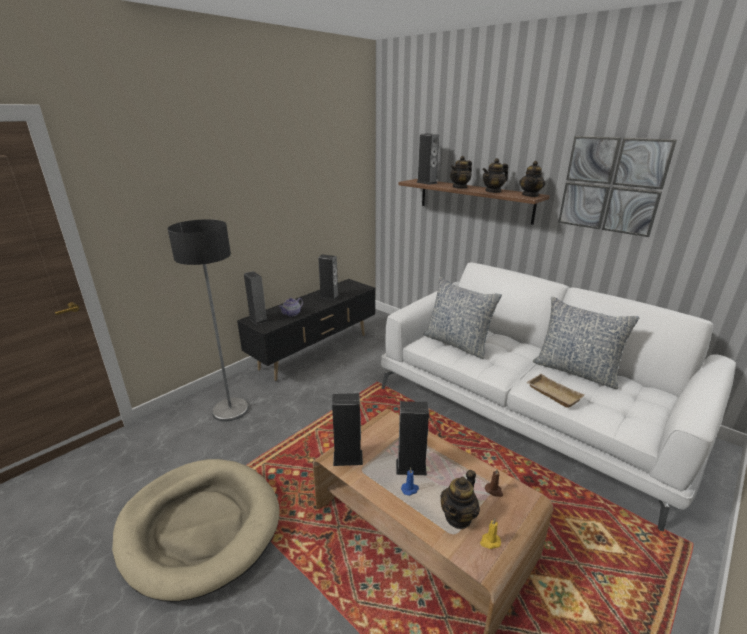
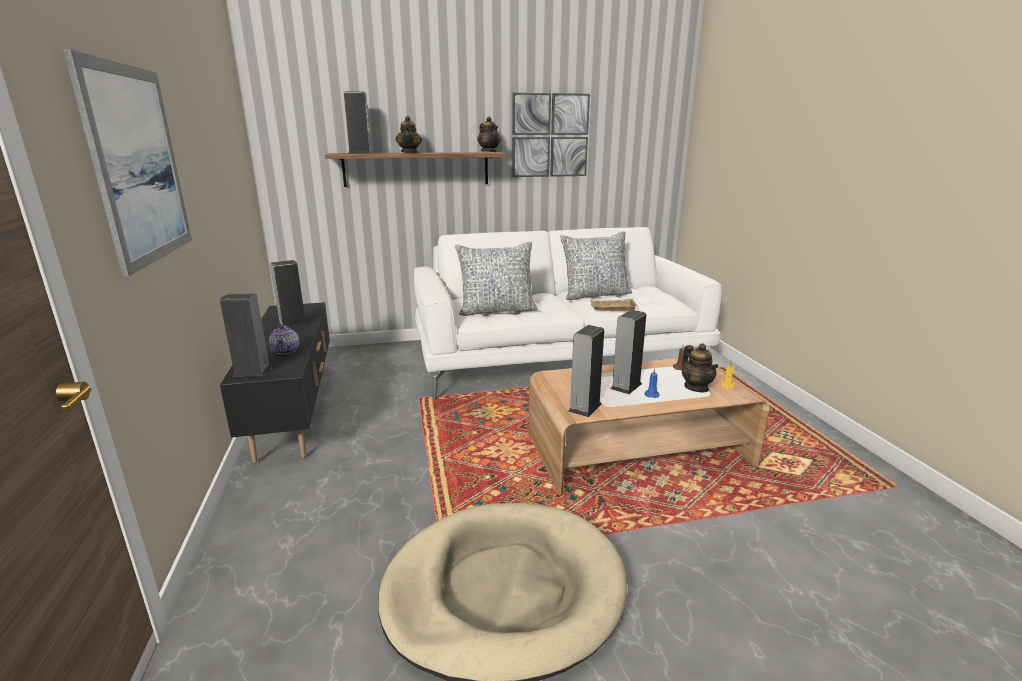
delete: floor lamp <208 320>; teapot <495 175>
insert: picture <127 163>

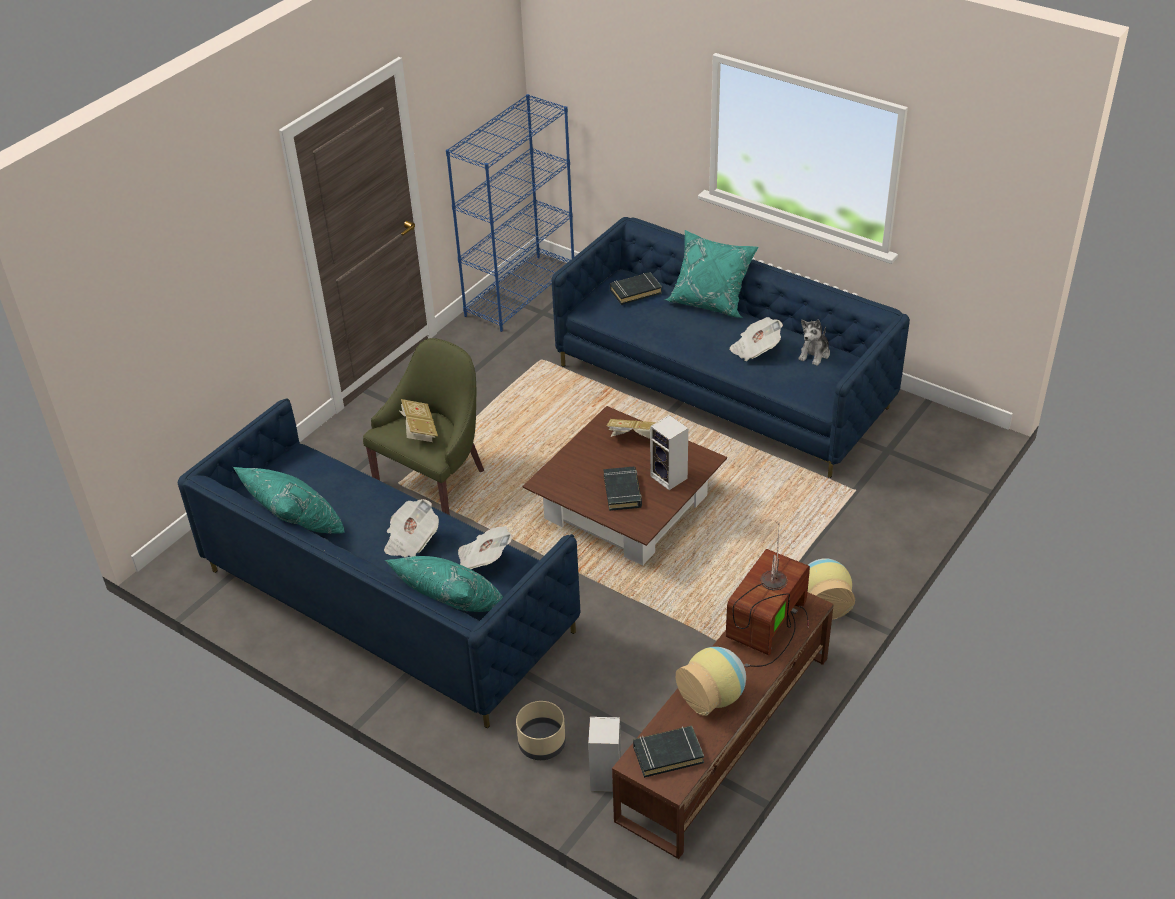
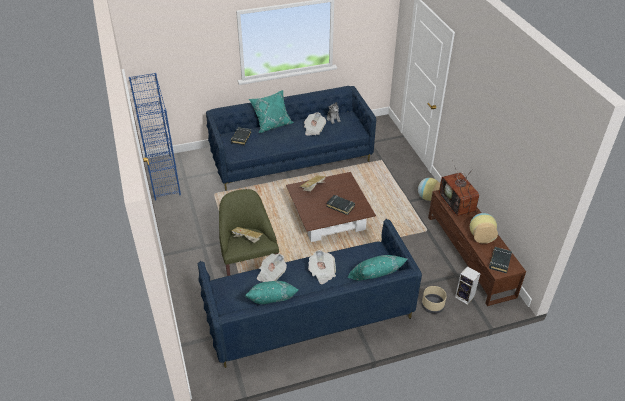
delete: speaker <669 452>
move: newspaper <485 547> to <272 268>

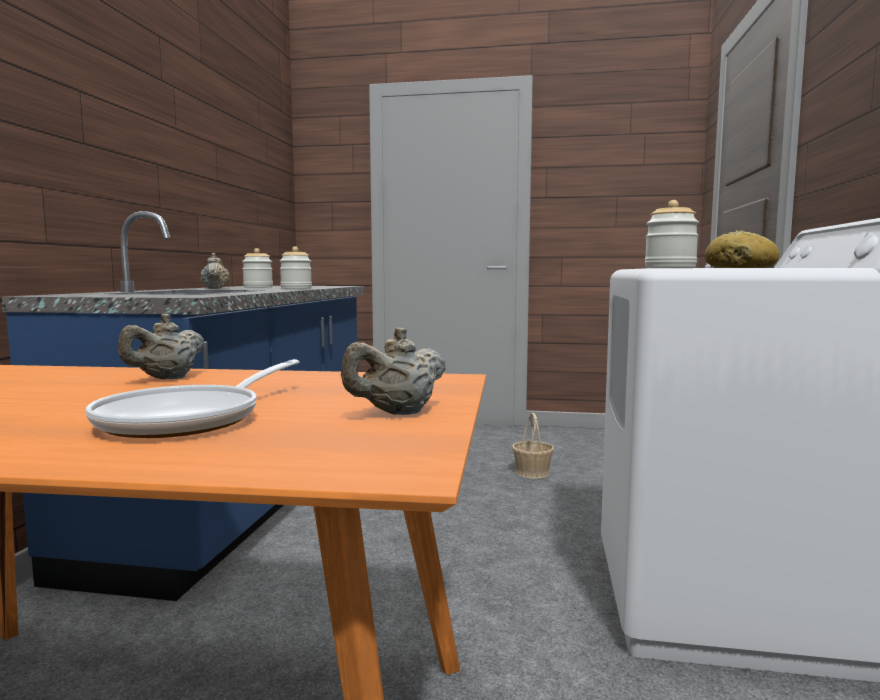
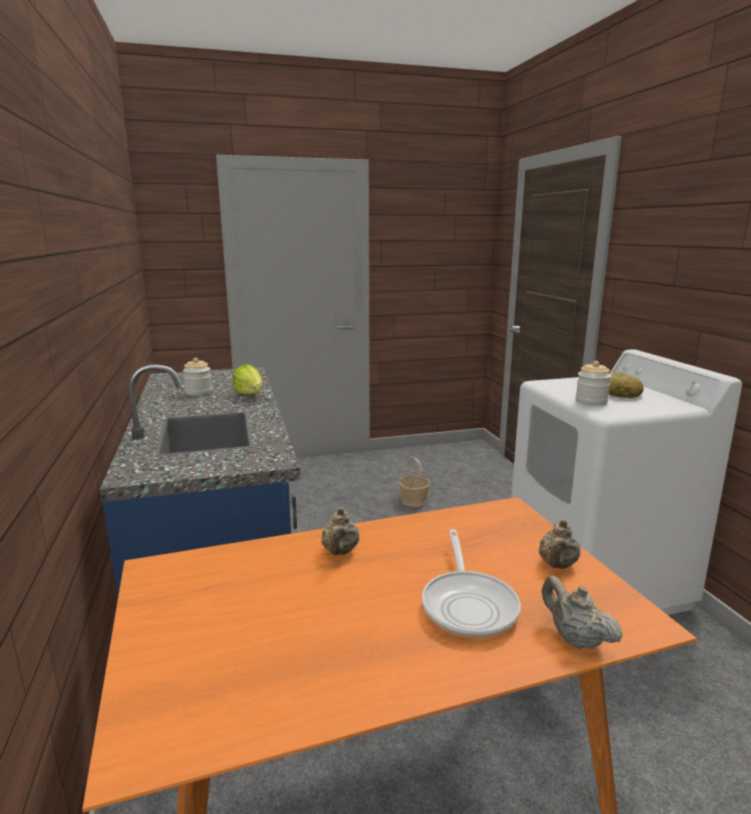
move: beige teapot <215 271> to <582 612>
replace: jar <296 267> to lettuce <247 379>

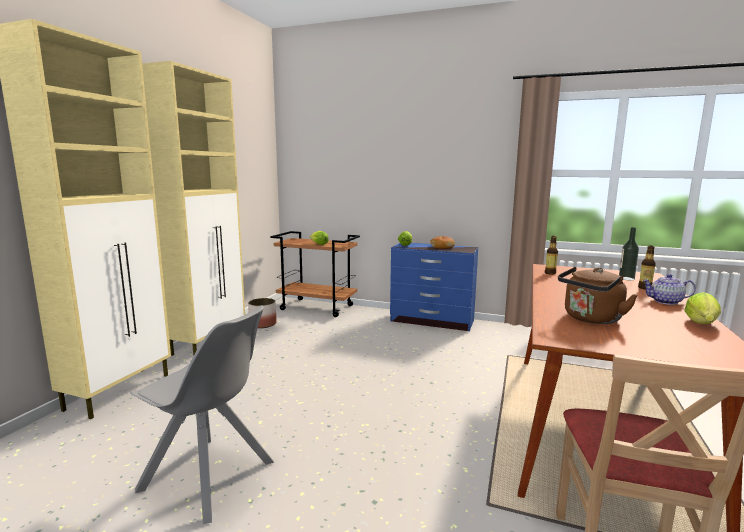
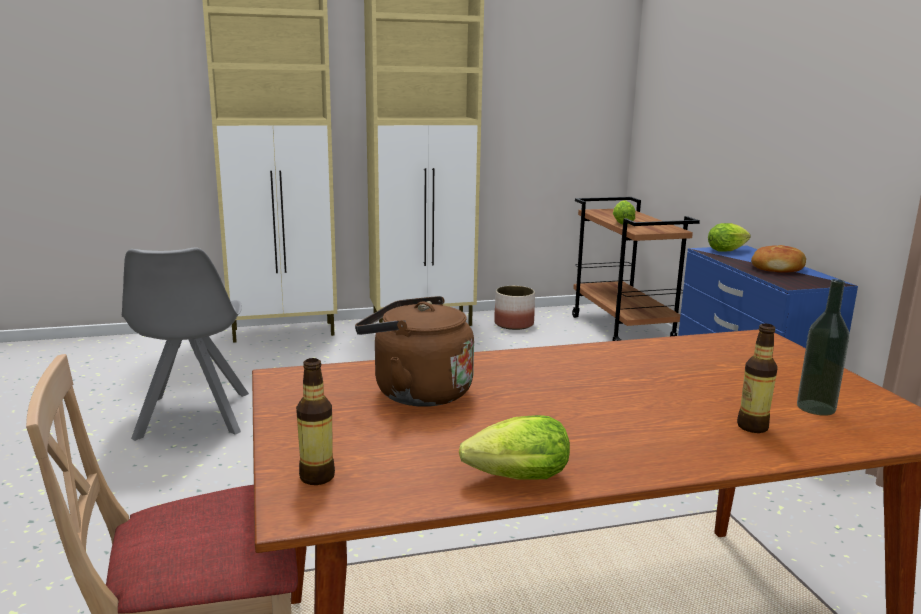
delete: teapot <669 289>
move: bottle <551 255> to <315 421>

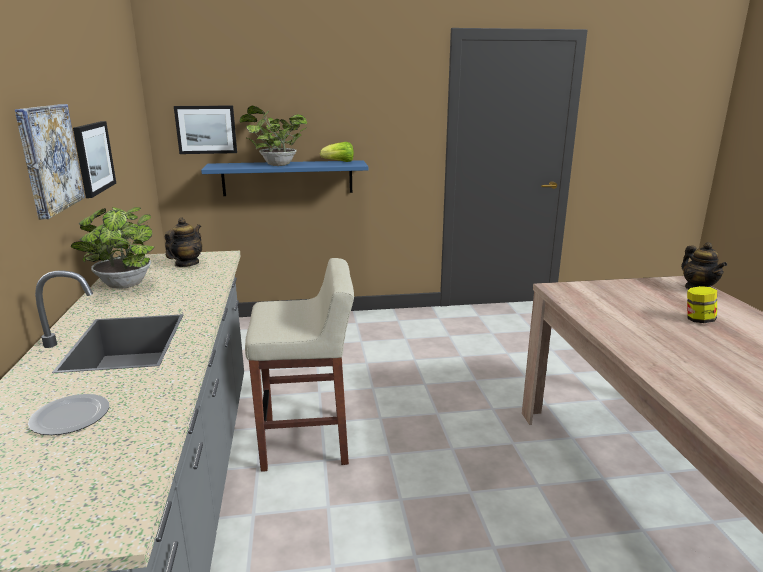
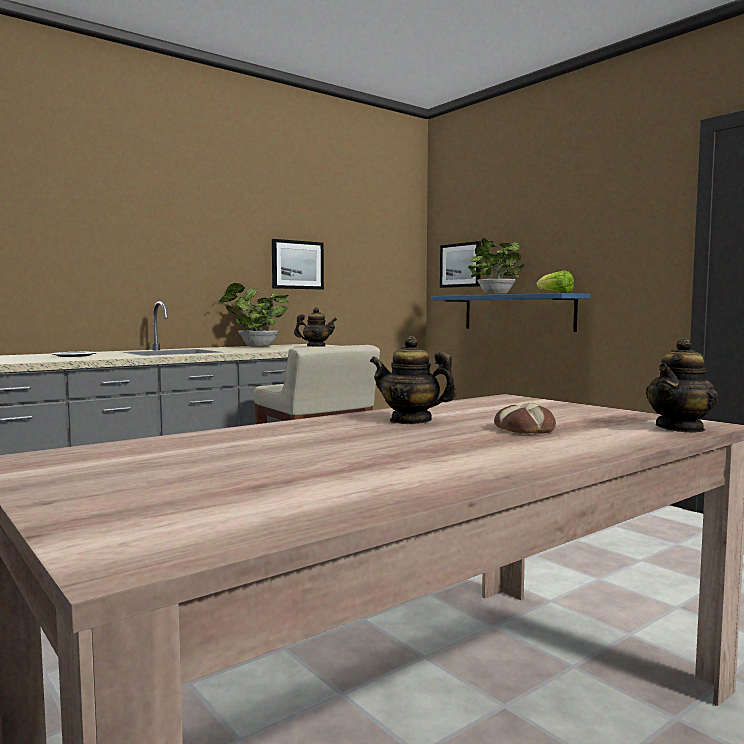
delete: picture <50 161>
insert: teapot <413 380>
replace: jar <702 304> to bread <525 418>

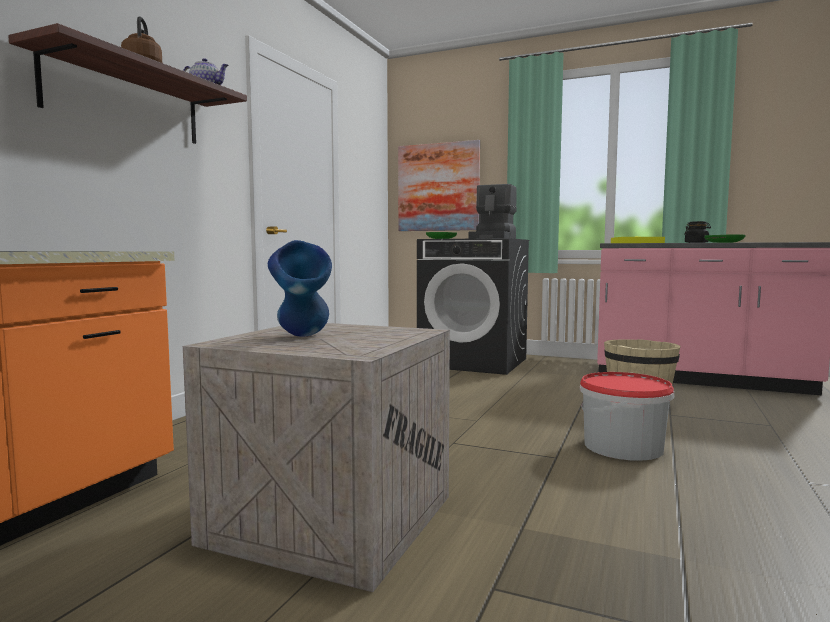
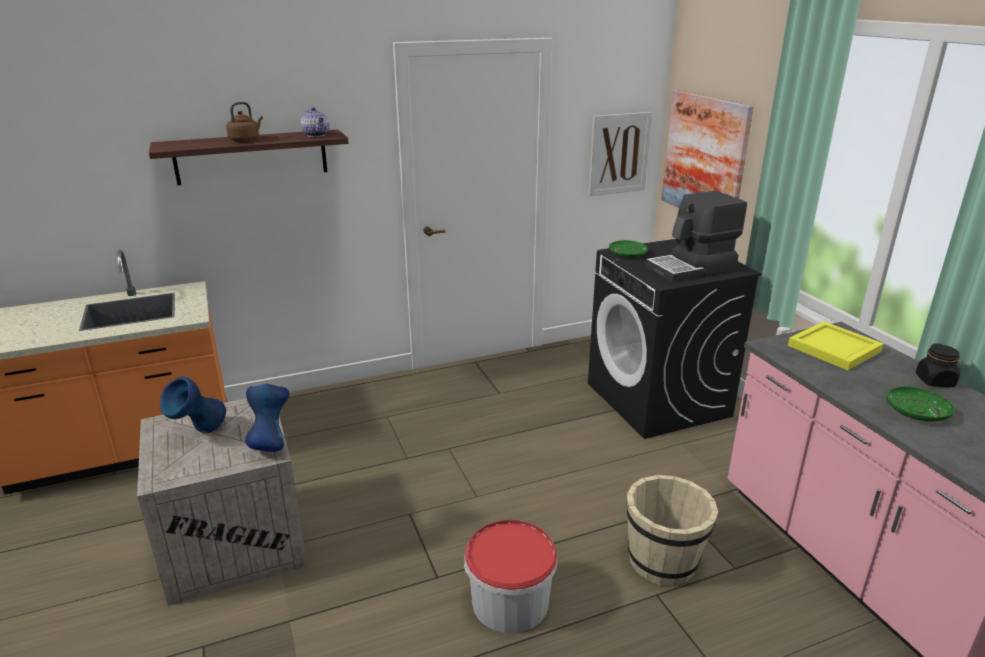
insert: blue vase <267 418>; picture <620 154>

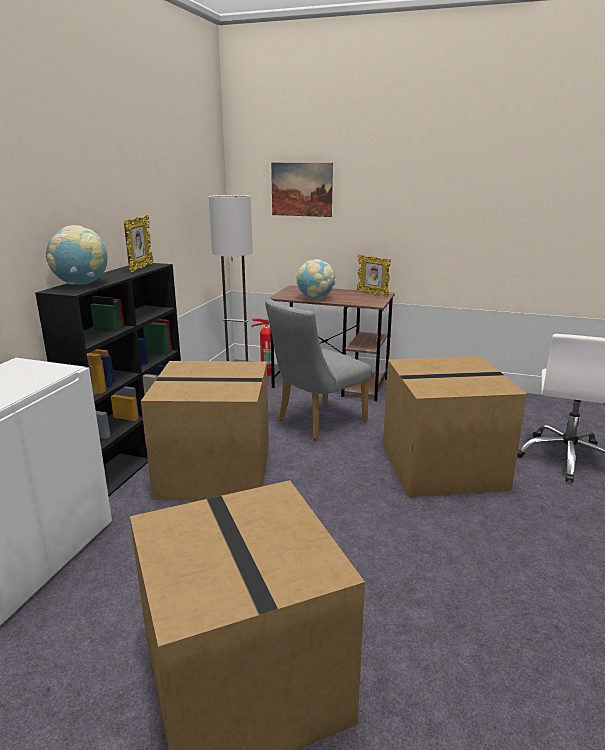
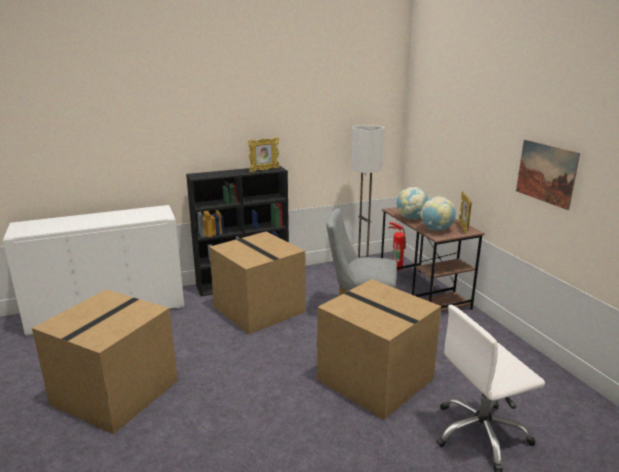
move: globe <77 255> to <438 213>; picture <302 190> to <548 175>

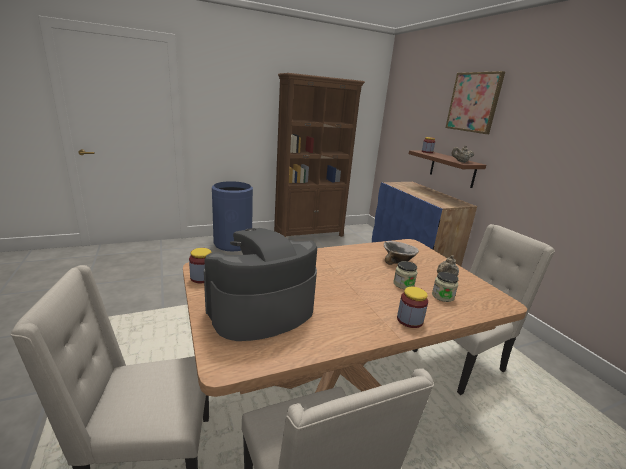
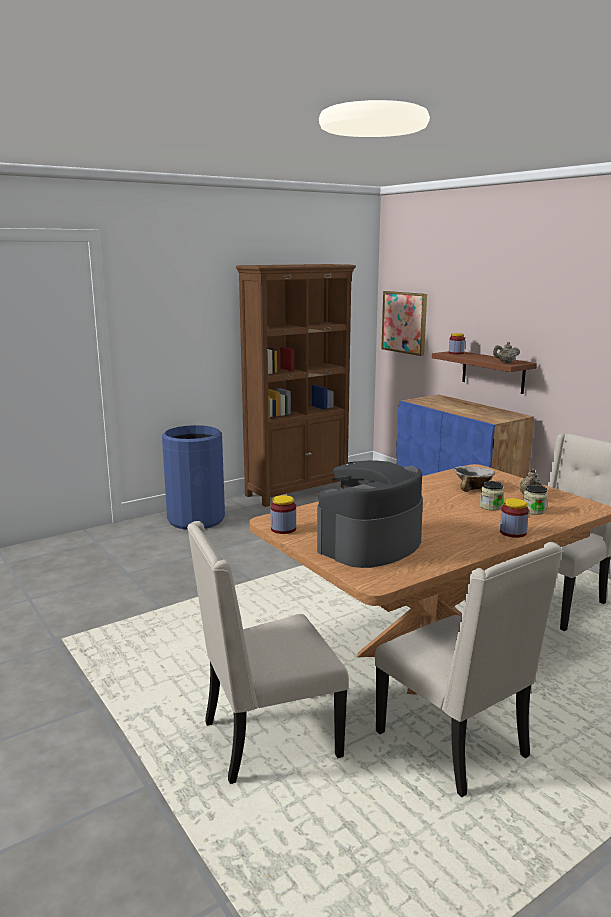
move: picture <475 102> to <404 323>

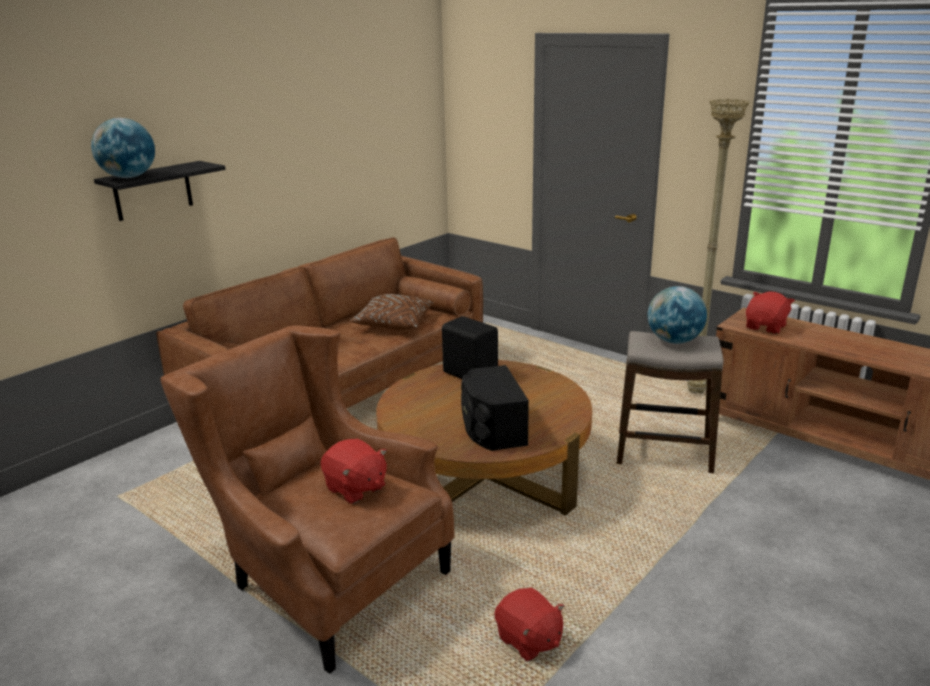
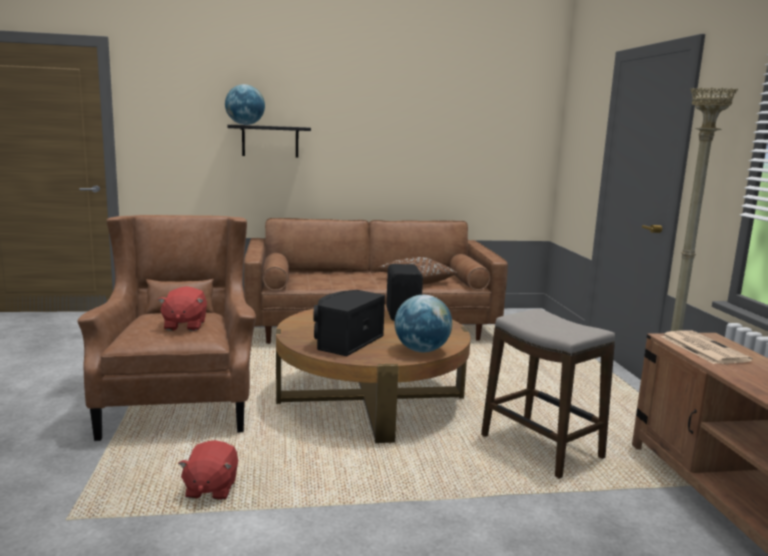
move: globe <677 315> to <423 323>
replace: red plush toy <770 313> to newspaper <706 347>

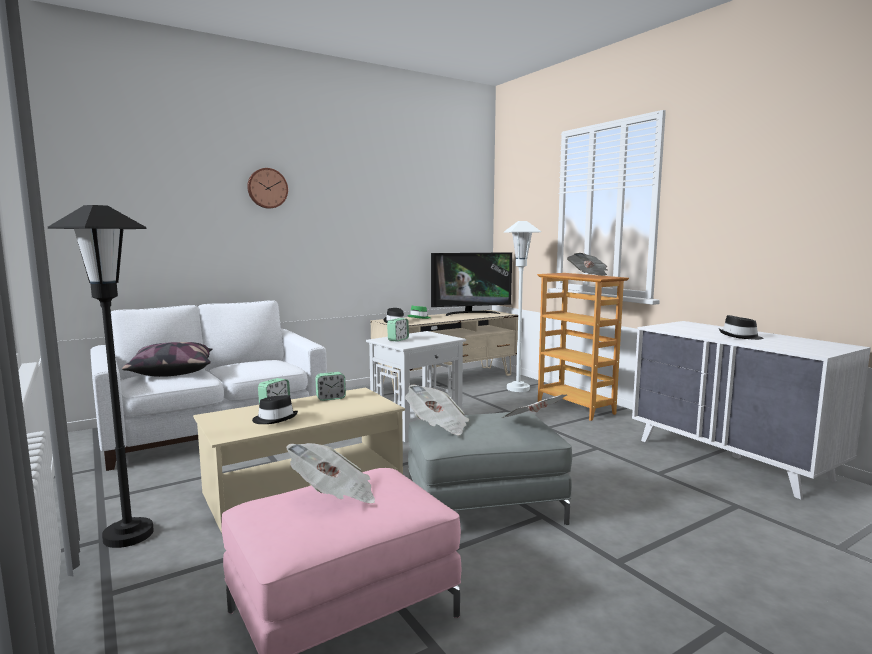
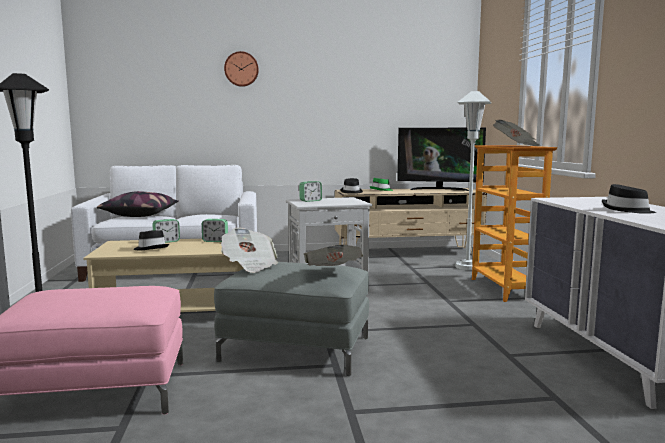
delete: newspaper <330 473>

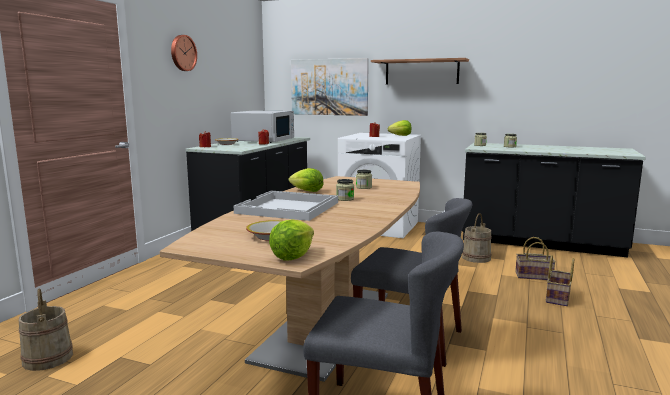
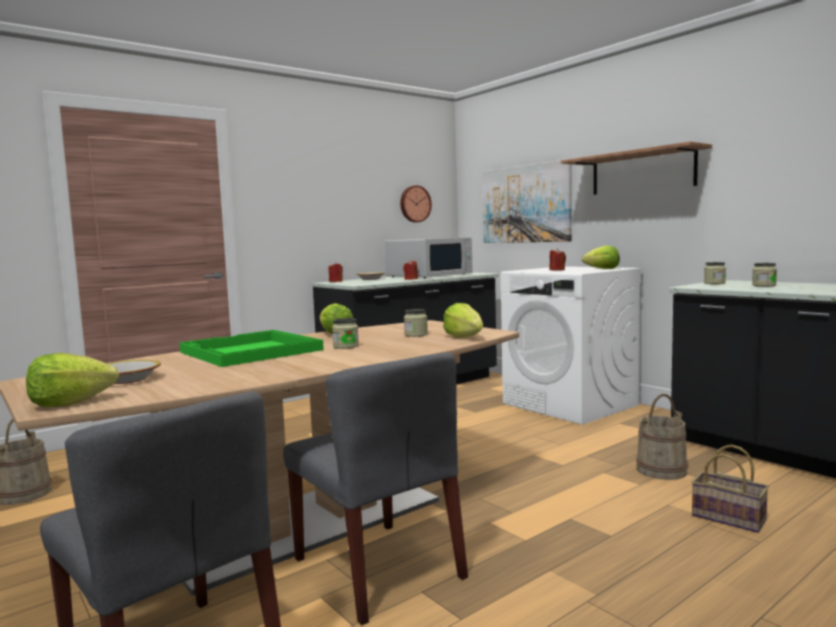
delete: basket <560 280>
insert: lettuce <463 320>
move: wall clock <184 53> to <416 204>
recolor: white tray <286 206> to green tray <251 348>

